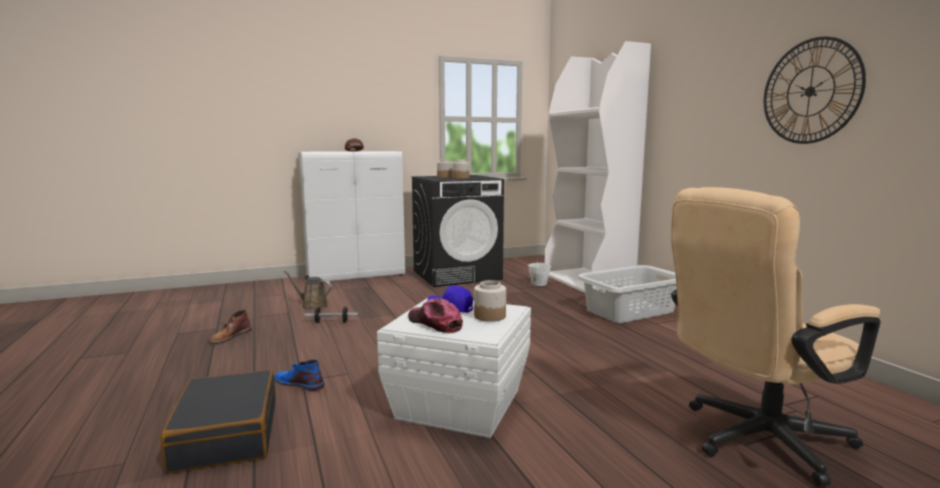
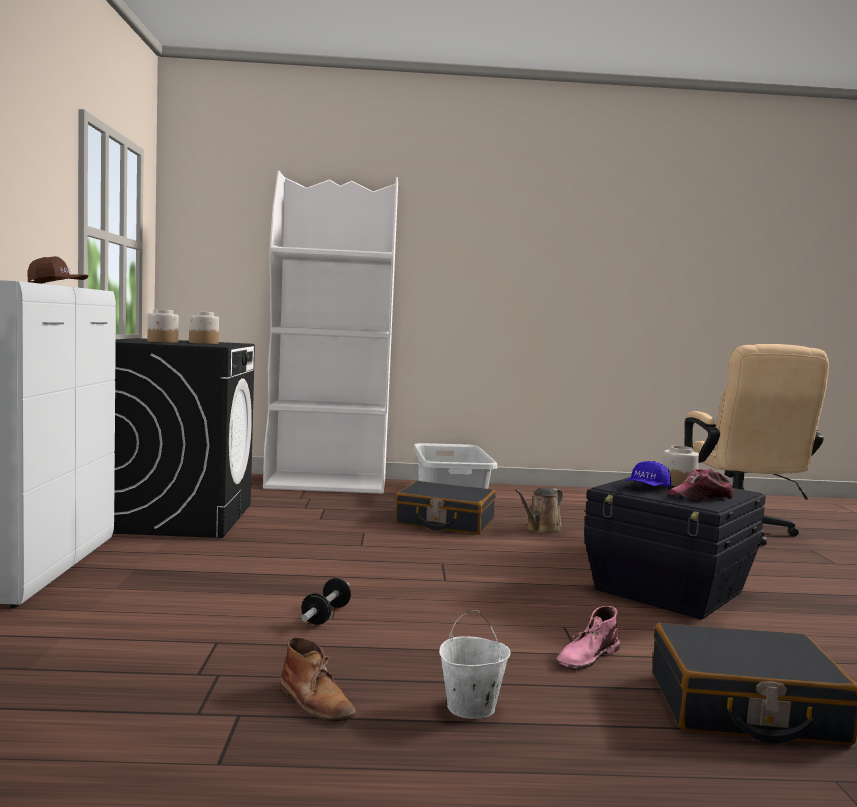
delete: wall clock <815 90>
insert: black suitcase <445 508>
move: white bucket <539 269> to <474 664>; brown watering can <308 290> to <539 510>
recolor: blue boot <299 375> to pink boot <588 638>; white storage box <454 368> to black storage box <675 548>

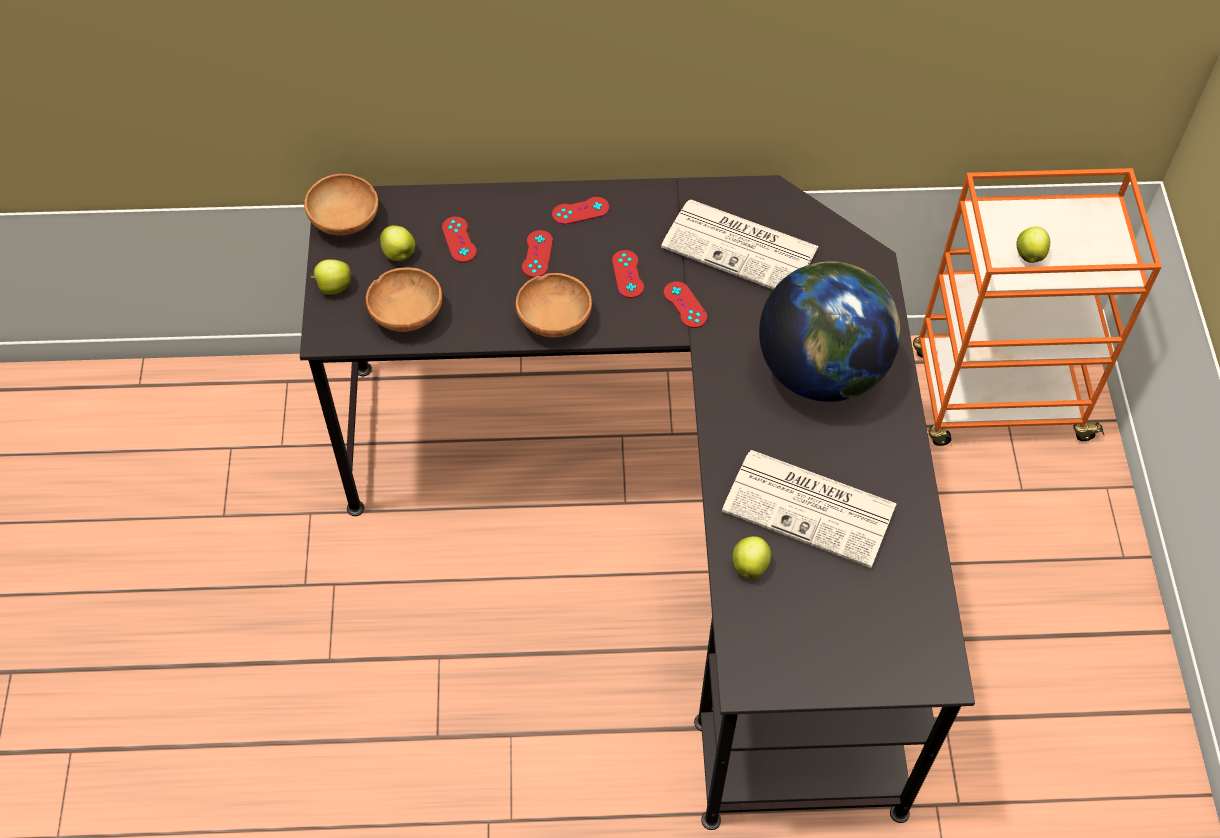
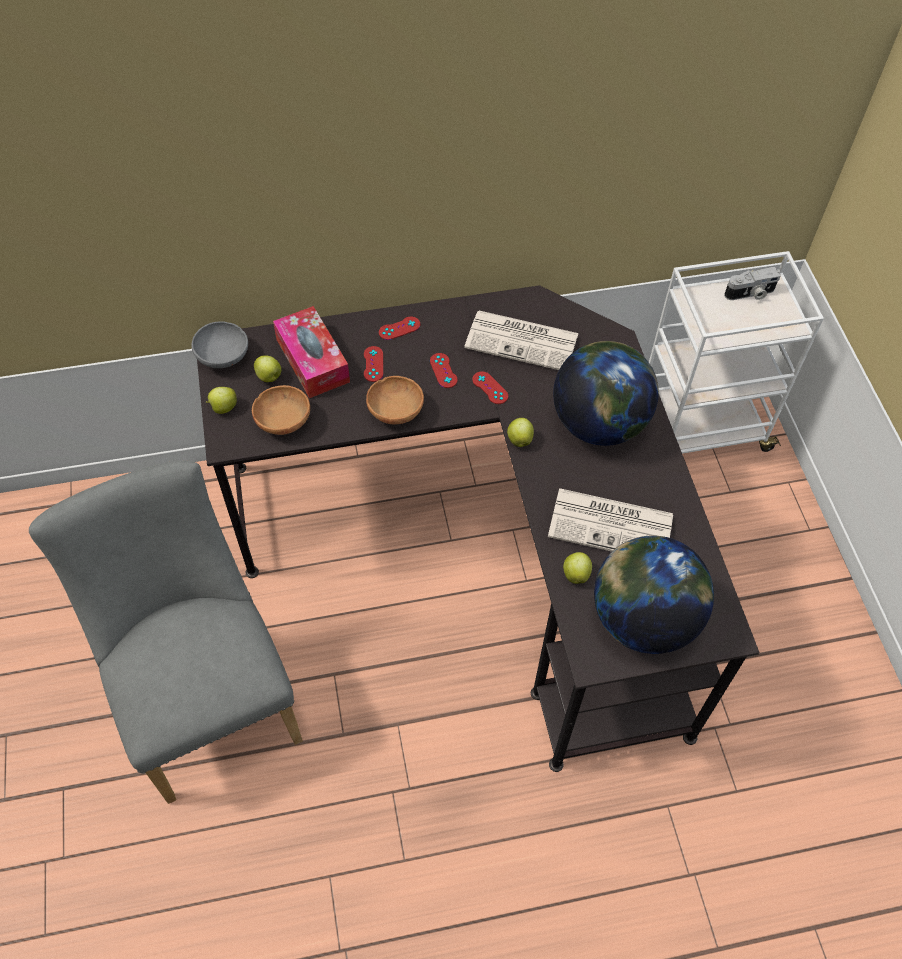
insert: grey chair <166 632>; globe <654 595>; photo camera <752 283>
move: apple <1033 245> to <520 432>
replace: red game controller <459 240> to tissue box <311 352>
recolor: brown bowl <341 204> to grey bowl <220 344>; orange cart <1037 307> to white cart <736 352>

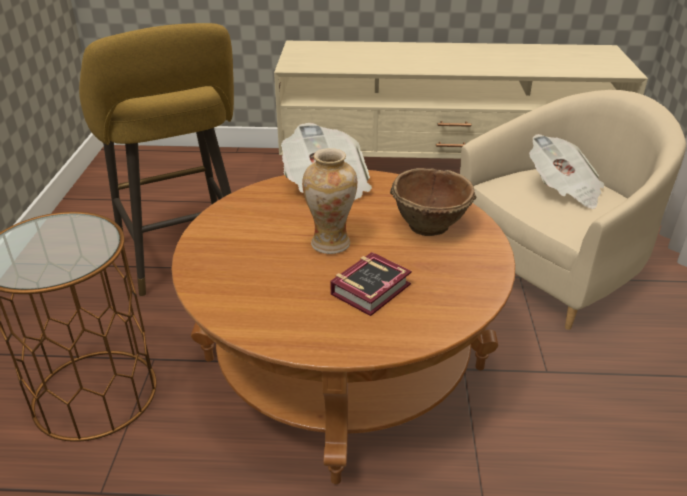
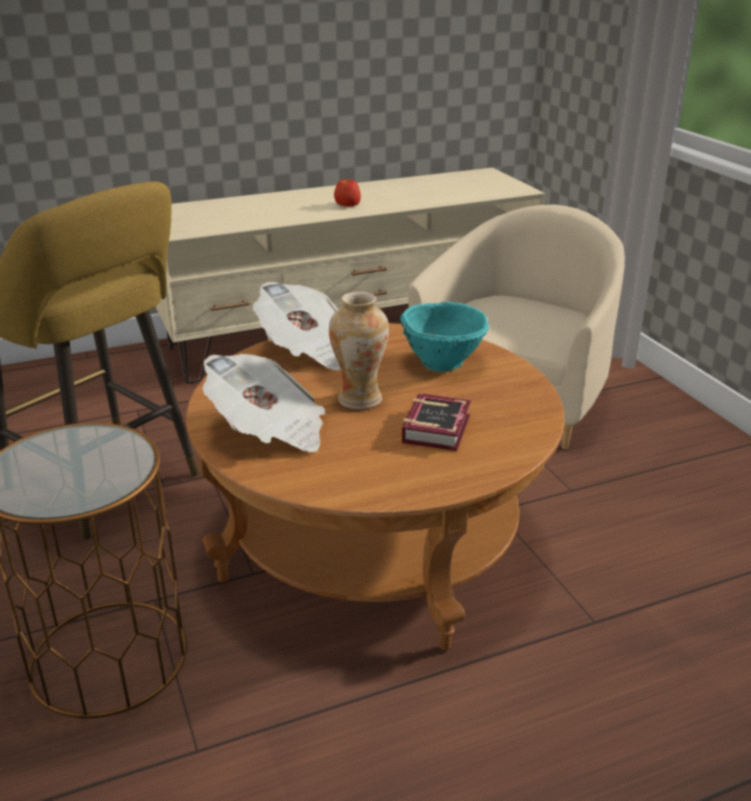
insert: apple <347 193>
move: newspaper <567 171> to <263 403>
recolor: brown bowl <433 202> to turquoise bowl <444 336>

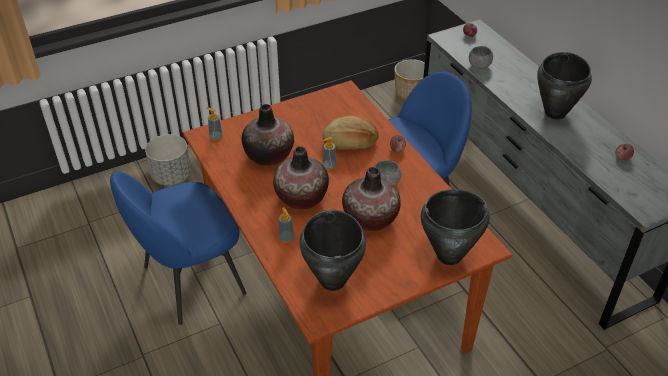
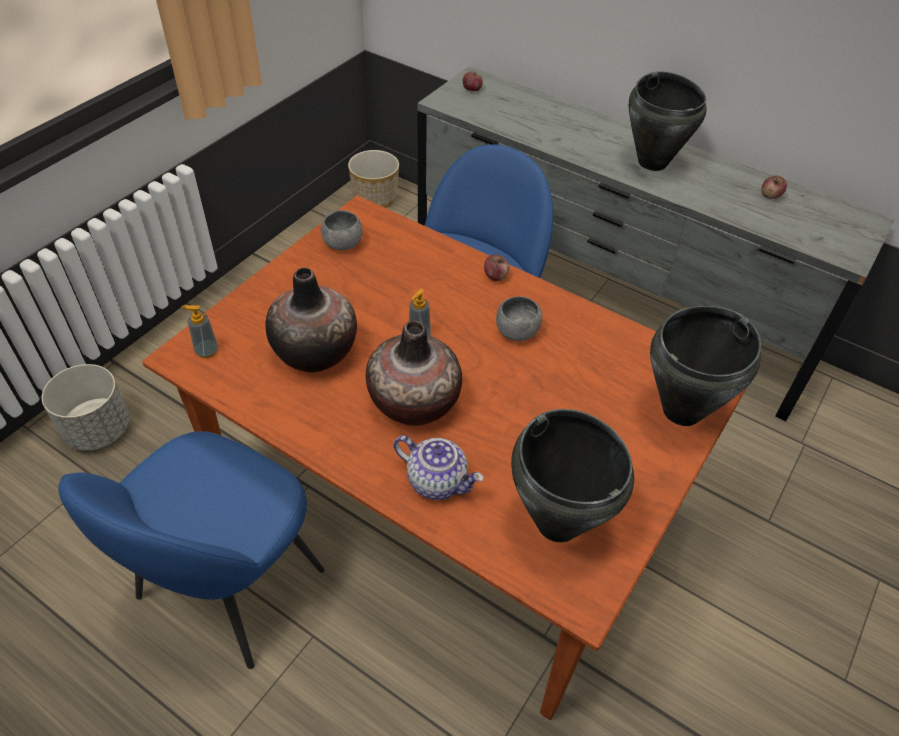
delete: bread <350 133>; vase <371 199>
move: grey bowl <481 57> to <342 230>
replace: soap dispenser <286 225> to teapot <439 468>

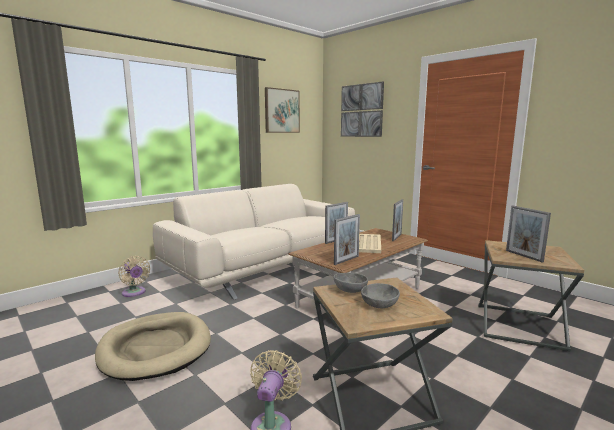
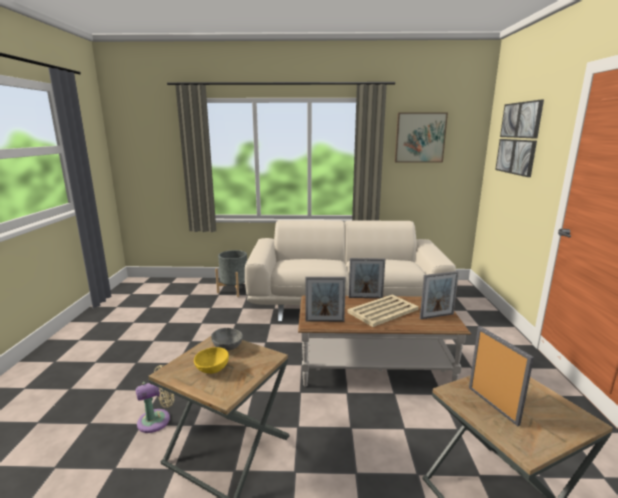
delete: beige dog bed <153 346>
replace: beige fan <134 276> to grey planter <231 273>
recolor: grey bowl <380 295> to yellow bowl <211 360>
rotate: picture frame <528 234> = <501 376> 135 degrees clockwise

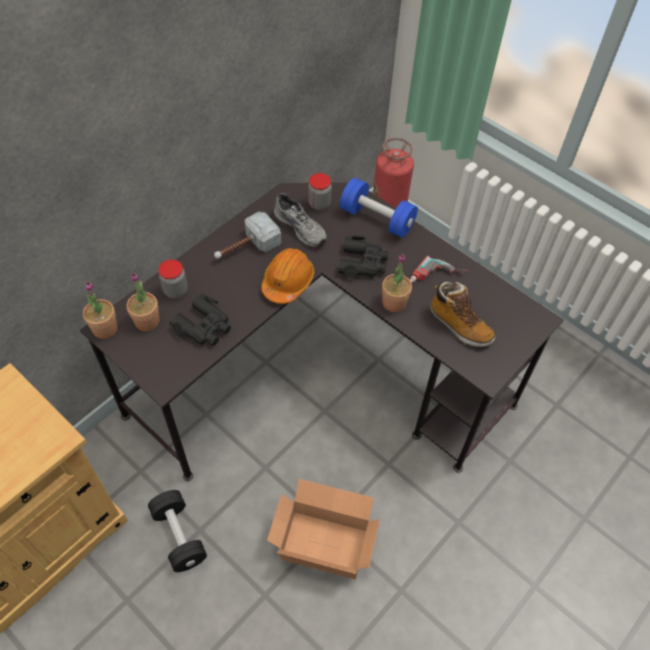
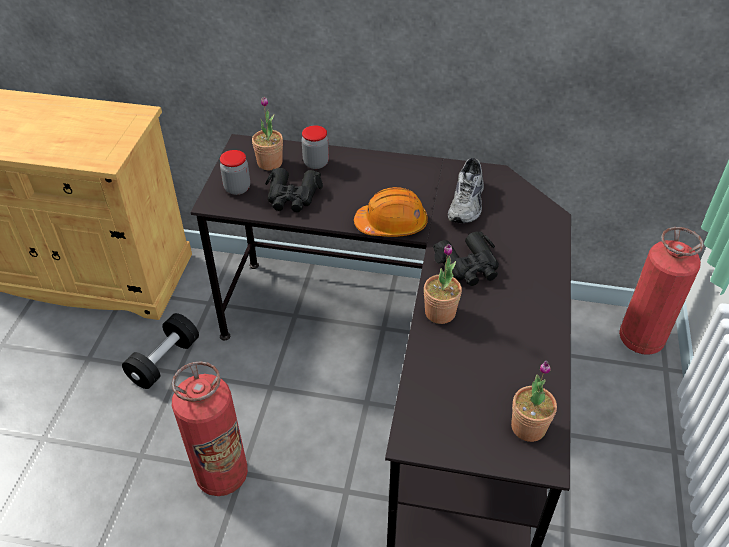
delete: hammer <247 235>; blue dumbbell <379 208>; power drill <440 269>; boot <463 314>
move: jar <320 191> to <235 172>; potted plant <100 310> to <534 401>
replace: cardboard box <323 529> to fire extinguisher <210 428>

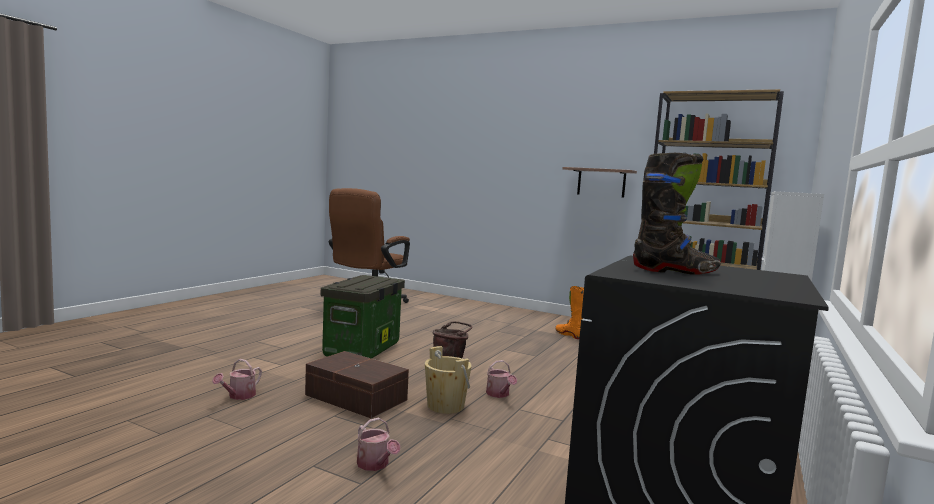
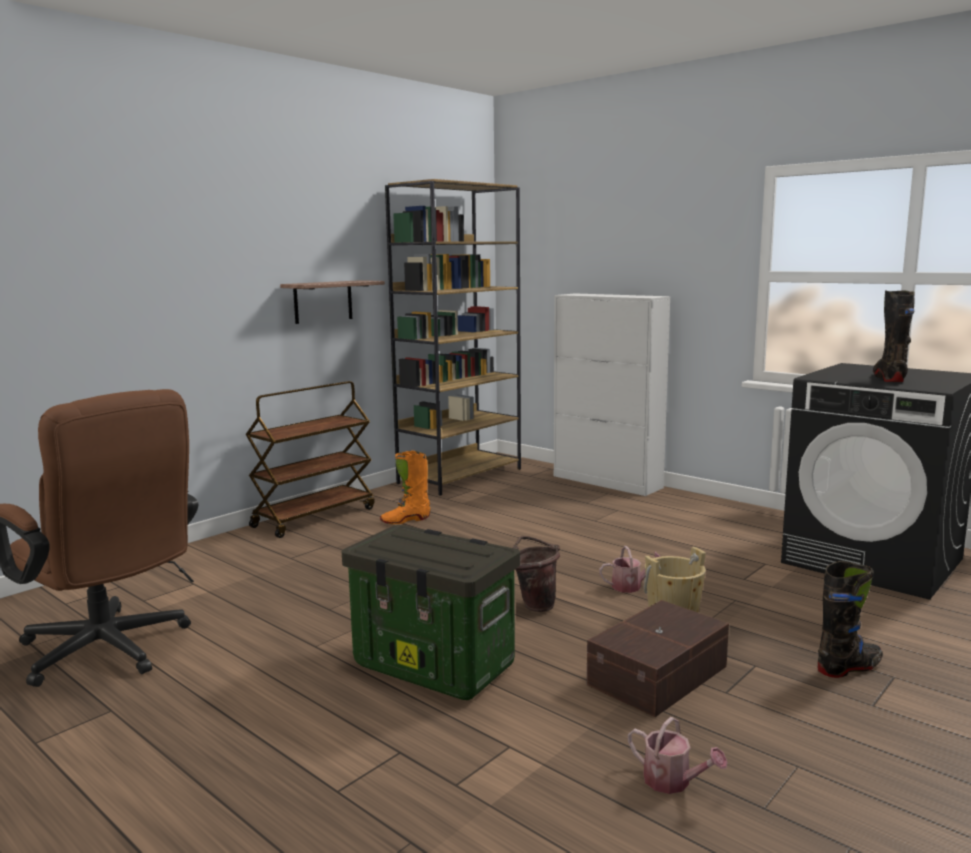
insert: brown cart <310 459>
replace: watering can <378 444> to black boot <850 619>

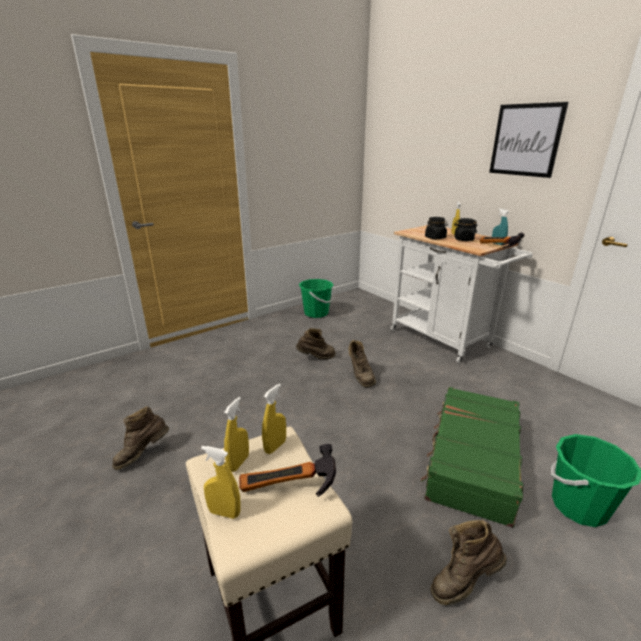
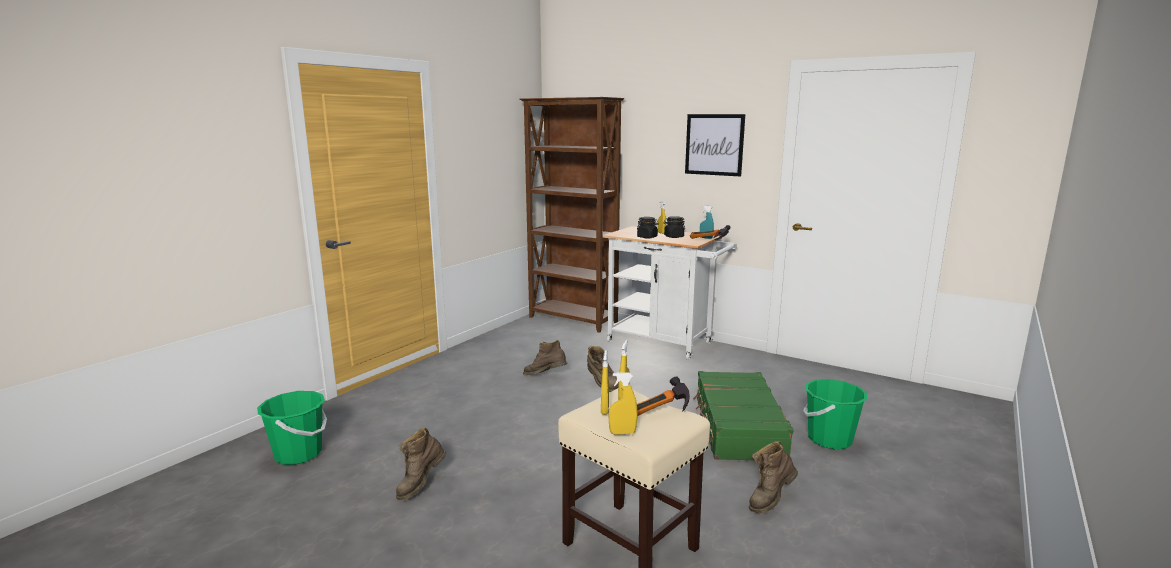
insert: brown bookcase <572 215>
move: green bucket <316 298> to <292 428>
rotate: brown boot <315 343> = <545 357> 135 degrees counterclockwise

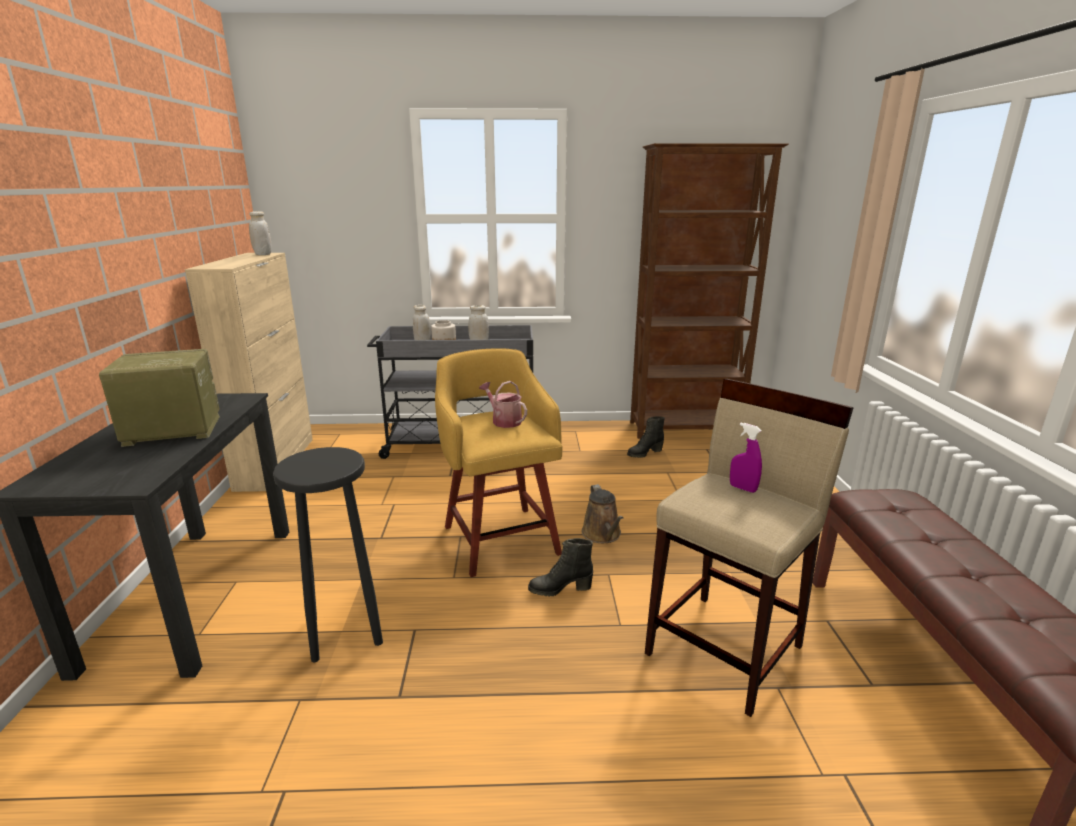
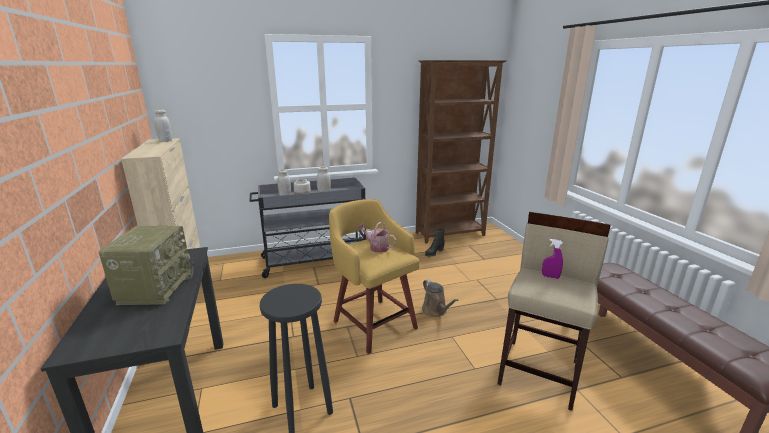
delete: black boot <560 567>
rotate: radio <159 398> = <146 265> 120 degrees clockwise

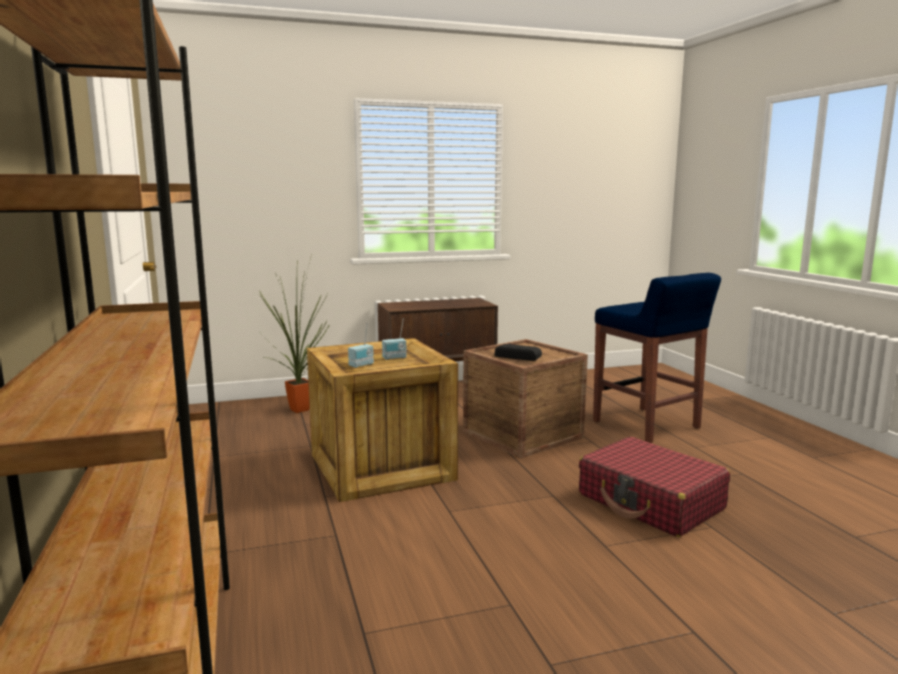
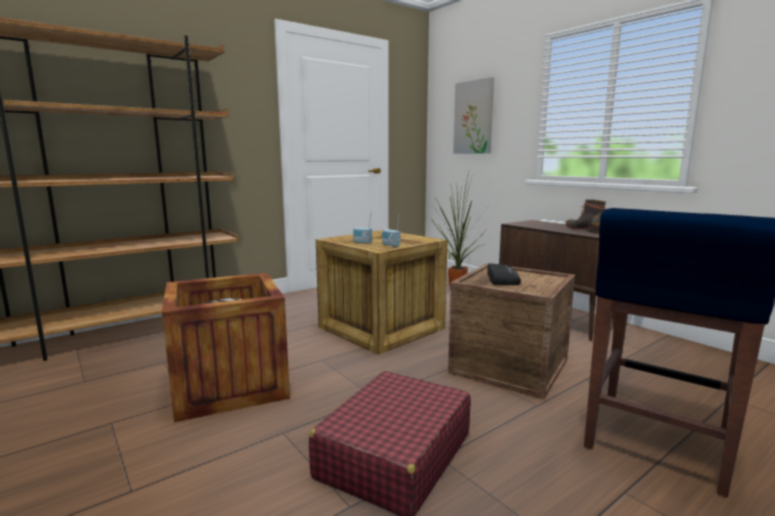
insert: crate <226 347>; picture <473 115>; boot <586 216>

